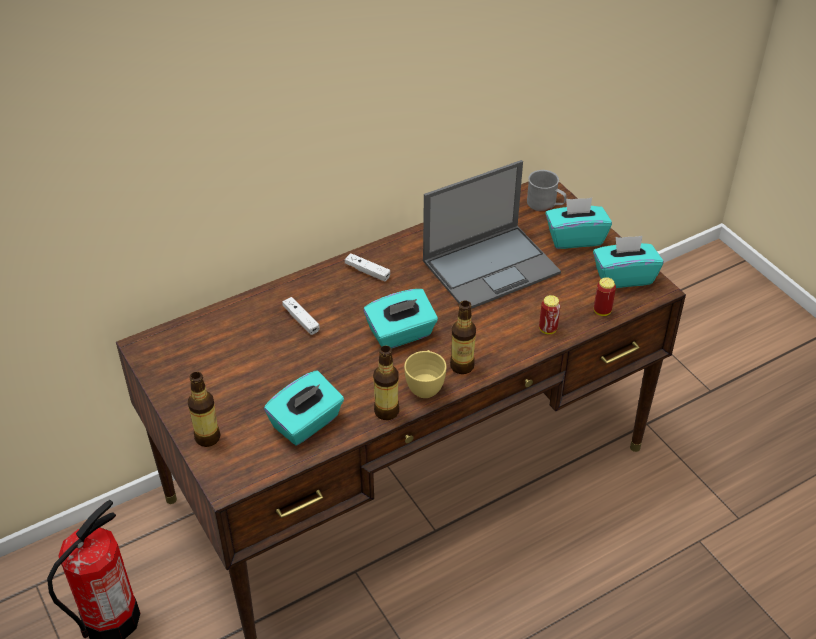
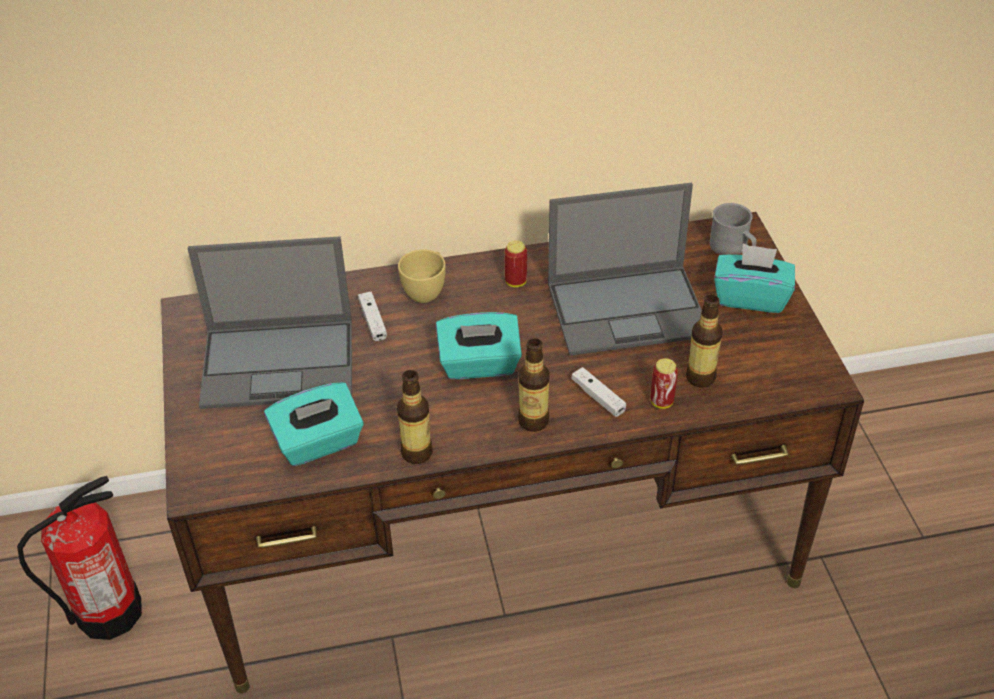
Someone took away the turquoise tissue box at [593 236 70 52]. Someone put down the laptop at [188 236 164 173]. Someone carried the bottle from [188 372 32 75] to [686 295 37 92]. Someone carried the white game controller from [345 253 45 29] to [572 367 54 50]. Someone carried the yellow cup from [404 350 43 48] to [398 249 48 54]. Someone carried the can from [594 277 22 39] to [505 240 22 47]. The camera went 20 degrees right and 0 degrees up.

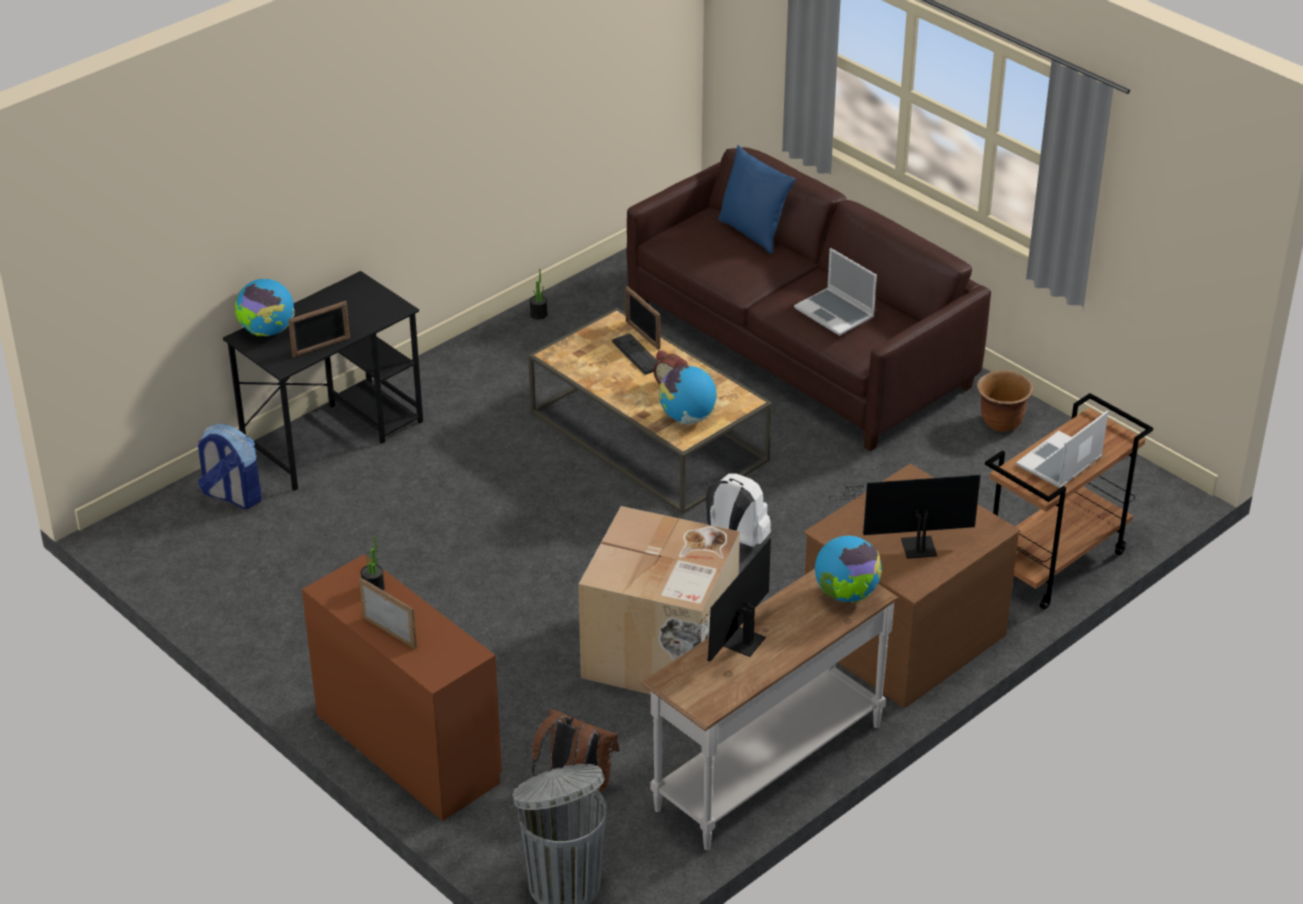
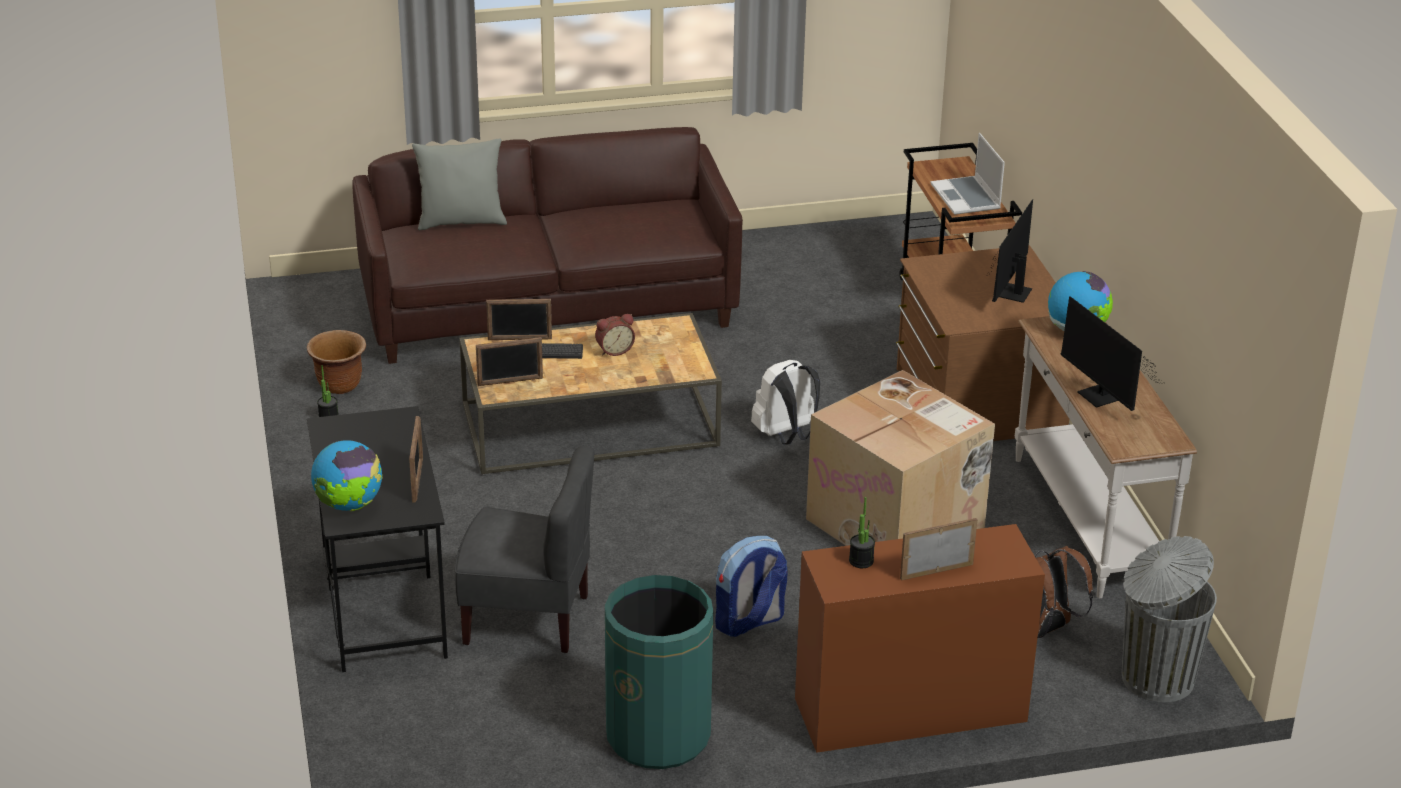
Someone took away the globe at [659 365 58 59]. Someone took away the laptop at [794 248 83 88]. Someone put down the grey chair at [455 446 140 207]. Someone put down the picture frame at [476 337 67 49]. Someone put down the green trash can at [605 575 108 194]. Someone carried the backpack from [198 424 64 85] to [715 536 73 101]. Someone carried the brown planter from [977 370 56 62] to [307 330 59 64]. Someone repainted the blue pillow at [718 145 77 109], which became the grey pillow at [412 139 95 91]. The camera went 60 degrees left and 5 degrees down.

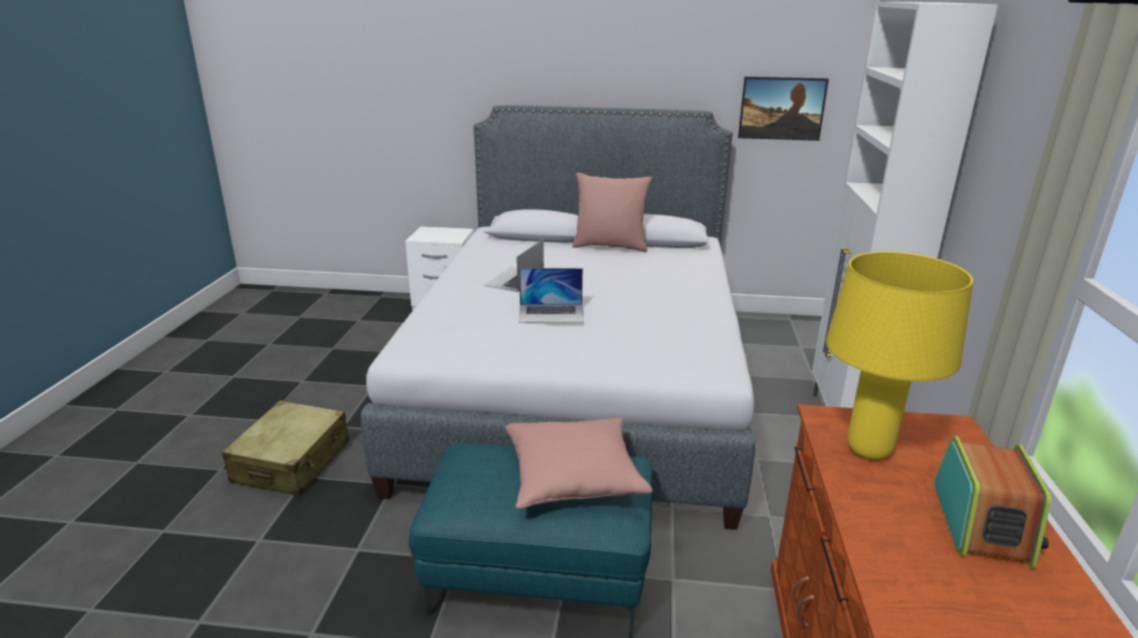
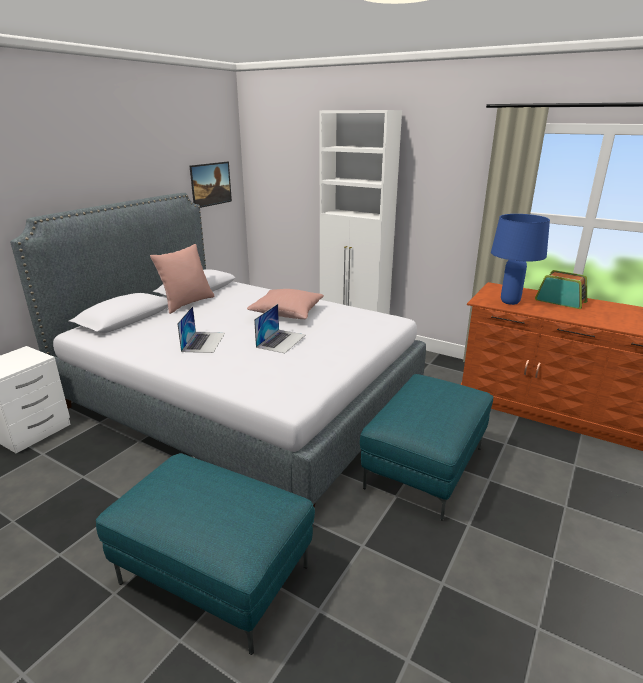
Someone carried the pink pillow from [506 418 147 91] to [247 289 77 30]. Someone swapped the beige suitcase at [222 401 127 95] for the turquoise ottoman at [96 453 219 202]. Someone repainted the yellow table lamp at [826 252 147 208], which became the blue table lamp at [491 214 59 91]. Someone rotated the laptop at [483 240 61 52] by 135 degrees counterclockwise. The camera went 65 degrees left and 0 degrees up.

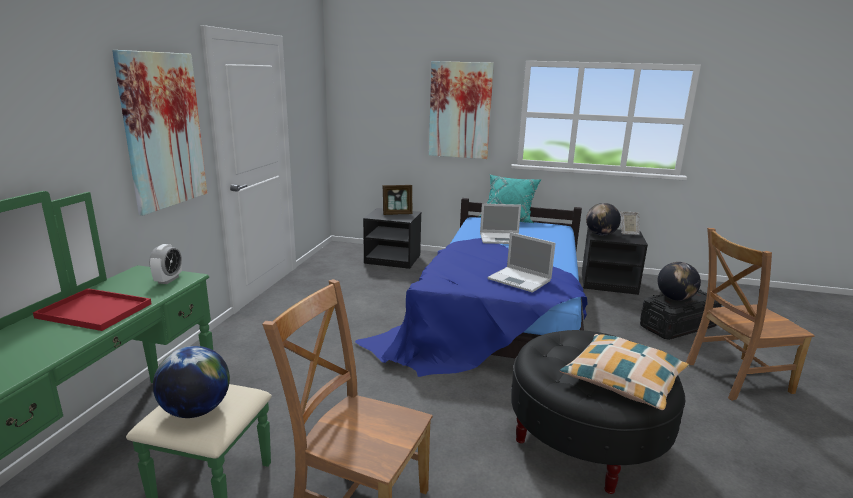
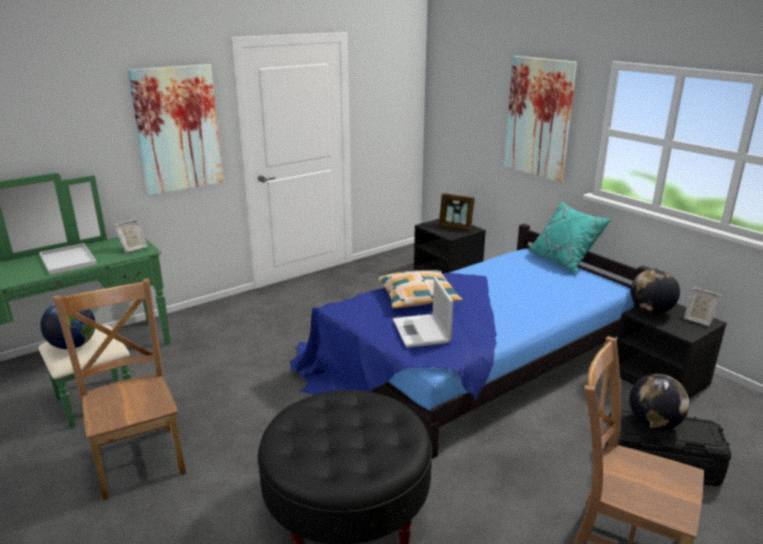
Someone took away the laptop at [480 203 41 41]. Someone carried the pillow from [560 334 129 76] to [376 270 87 38]. Someone swapped the alarm clock at [149 244 33 40] for the picture frame at [114 219 34 34]. Someone repainted the red tray at [33 288 119 43], which became the white tray at [39 243 58 31]. The camera went 40 degrees right and 5 degrees up.

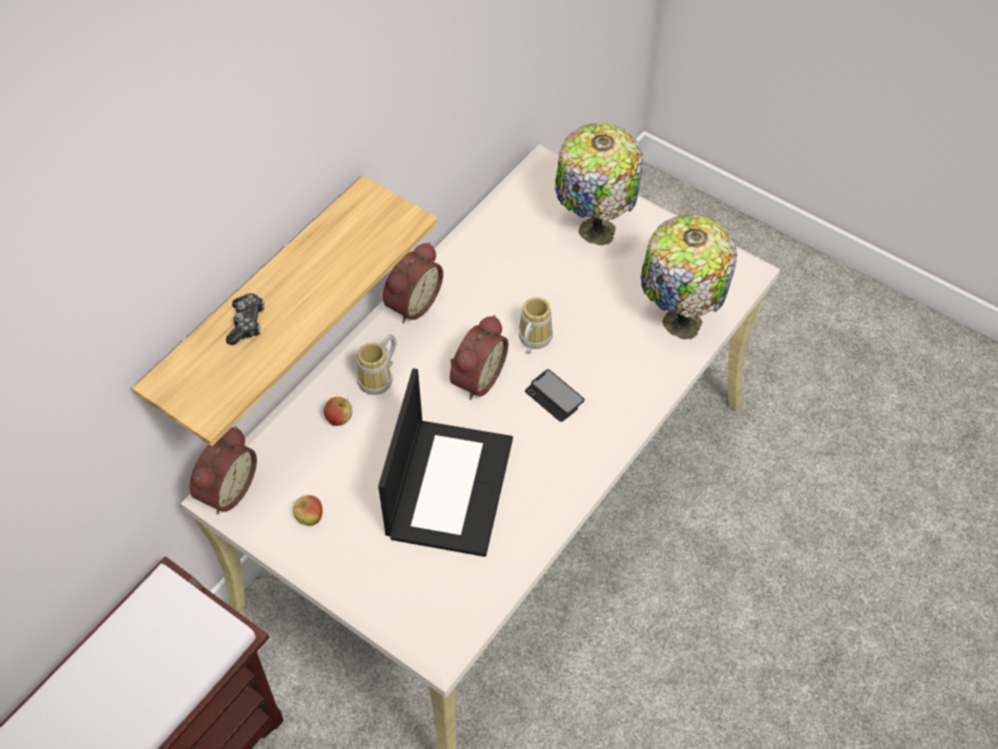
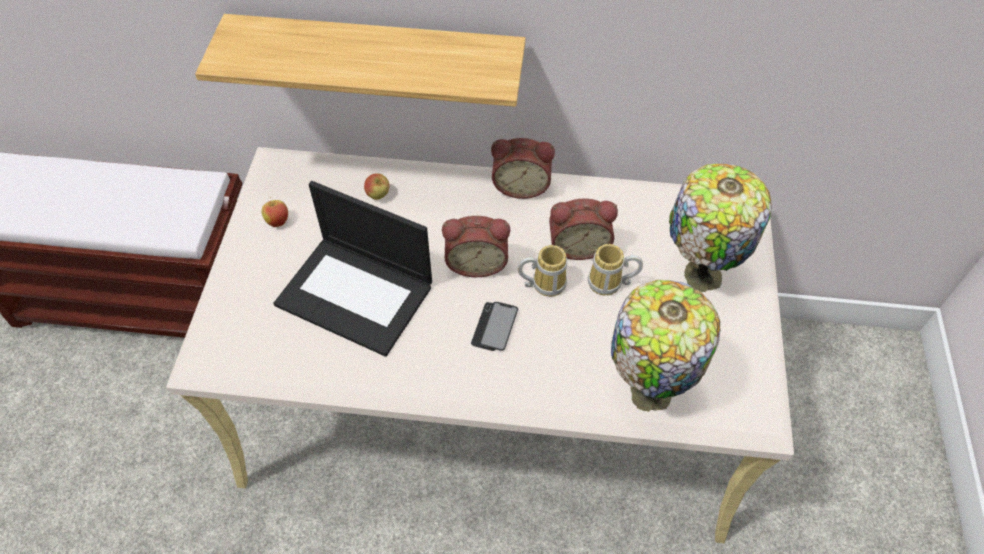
Someone took away the game controller at [226 293 38 52]. Someone carried the alarm clock from [189 426 68 89] to [549 199 69 61]. Someone carried the mug from [357 334 40 61] to [588 244 55 52]. Someone rotated the laptop at [378 368 135 189] by 45 degrees clockwise. The camera went 60 degrees right and 0 degrees up.

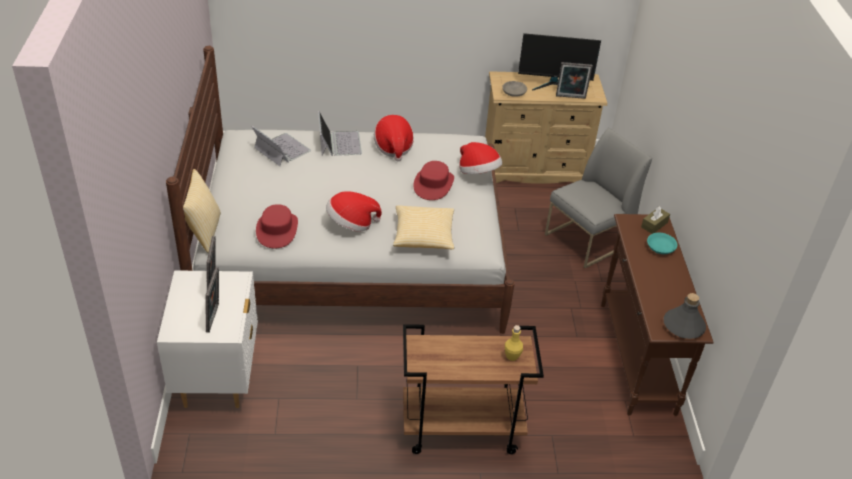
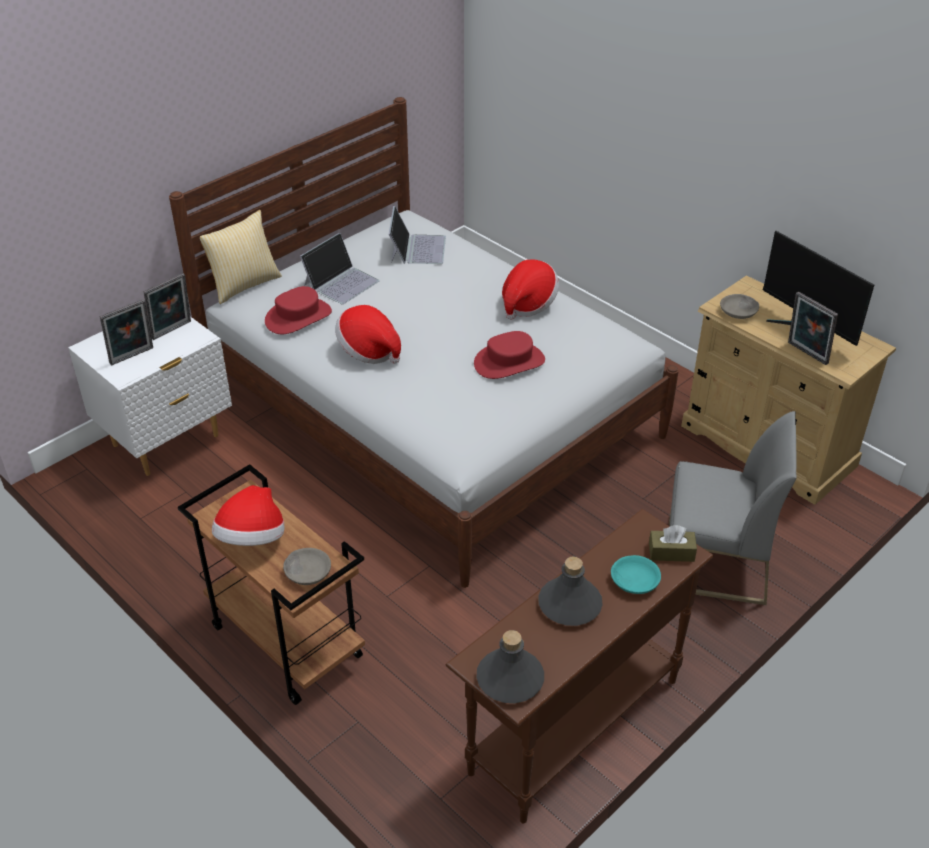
Someone took away the pillow at [393 206 61 43]. Someone put down the grey bottle at [538 557 65 69]. Someone carried the laptop from [318 111 44 45] to [300 233 80 71]. Someone carried the hat from [459 142 43 32] to [212 485 72 61]. Someone swapped the yellow bottle at [505 325 18 36] for the grey bowl at [283 548 48 37]. The camera went 50 degrees right and 0 degrees up.

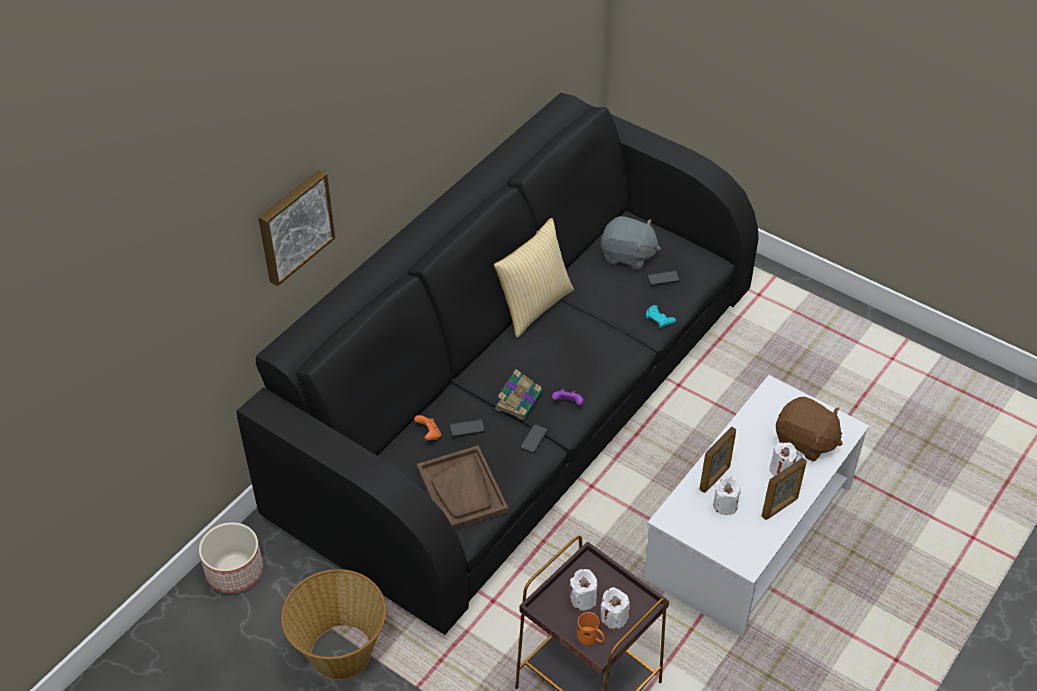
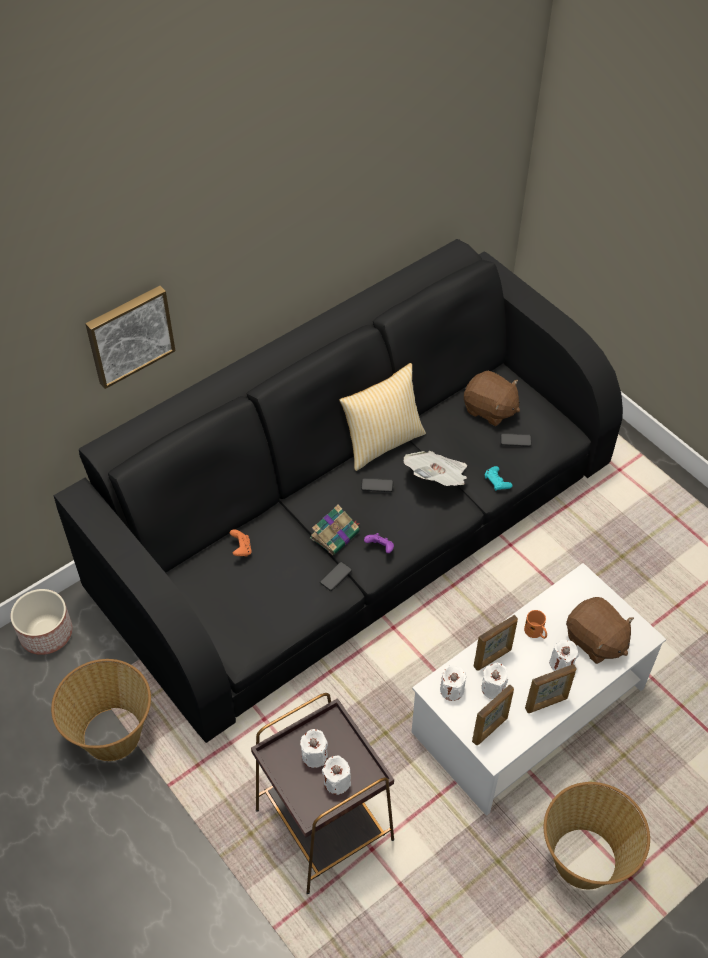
Someone took away the brown tray at [417 445 91 85]. Someone put down the newspaper at [404 451 63 35]. Someone put down the white candle at [440 665 26 36]. Someone put down the picture frame at [472 685 42 60]. Someone put down the basket at [544 782 106 107]. Someone carried the phone from [449 419 36 18] to [361 478 32 14]. Someone carried the orange mug from [577 612 28 33] to [524 610 23 29]. Someone repainted the grey plush toy at [601 216 60 54], which became the brown plush toy at [464 371 56 55]. The camera went 15 degrees right and 5 degrees up.

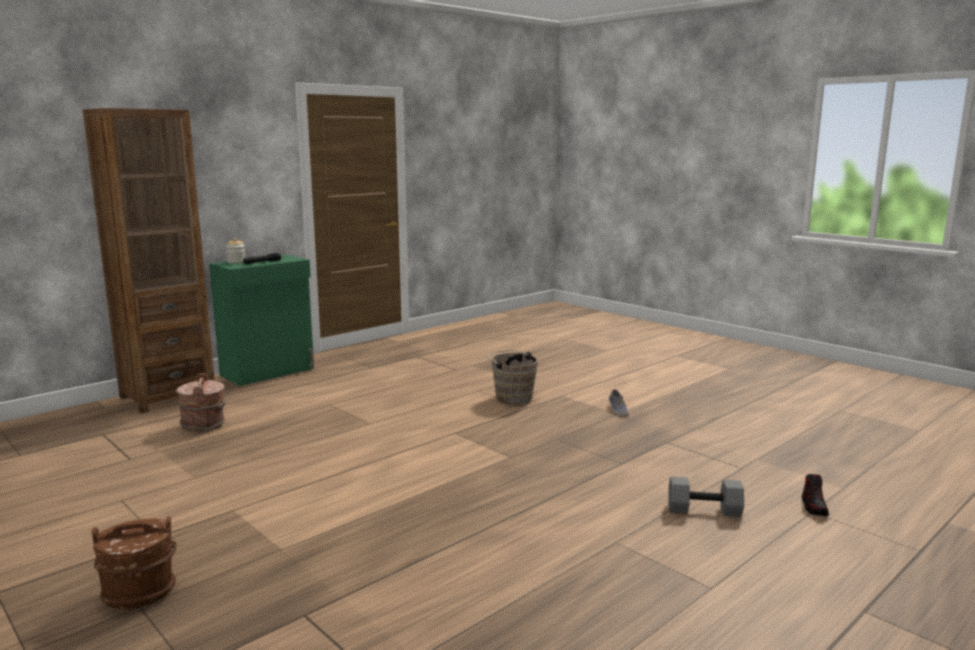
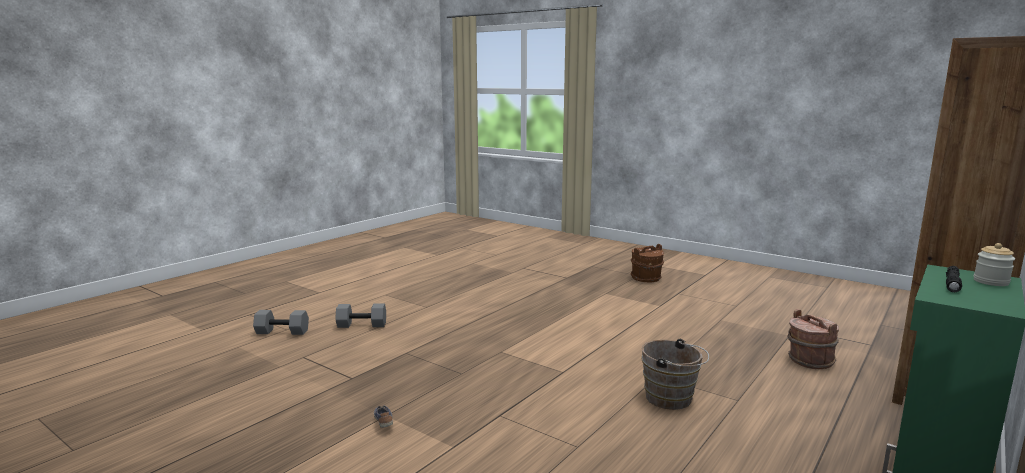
Someone carried the brown bucket from [487 350 51 55] to [642 339 67 71]. Someone swapped the shoe at [802 474 27 42] for the grey dumbbell at [253 310 56 25]. The camera went 170 degrees right and 0 degrees up.

